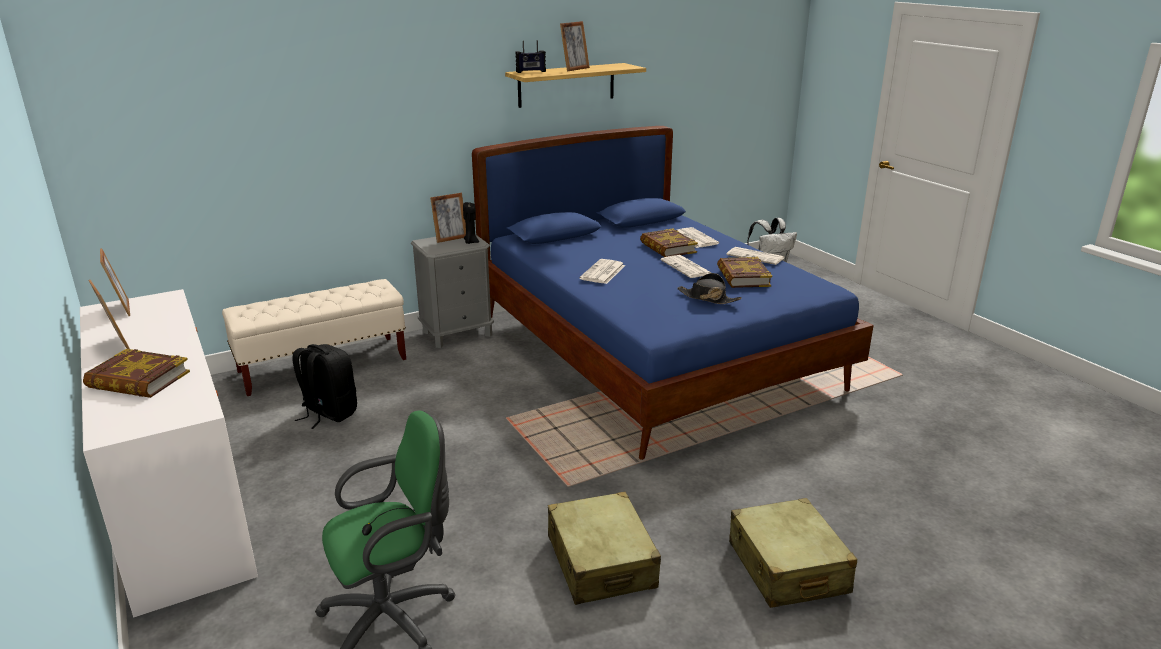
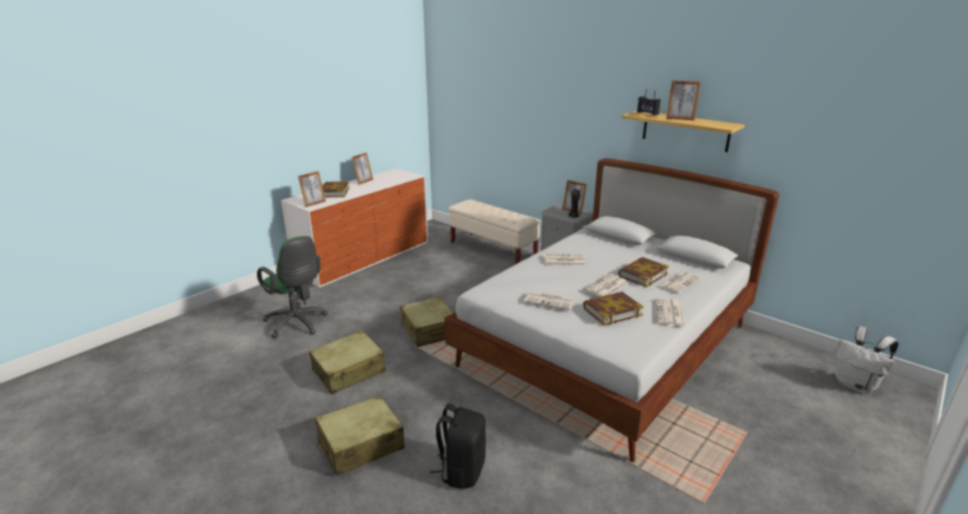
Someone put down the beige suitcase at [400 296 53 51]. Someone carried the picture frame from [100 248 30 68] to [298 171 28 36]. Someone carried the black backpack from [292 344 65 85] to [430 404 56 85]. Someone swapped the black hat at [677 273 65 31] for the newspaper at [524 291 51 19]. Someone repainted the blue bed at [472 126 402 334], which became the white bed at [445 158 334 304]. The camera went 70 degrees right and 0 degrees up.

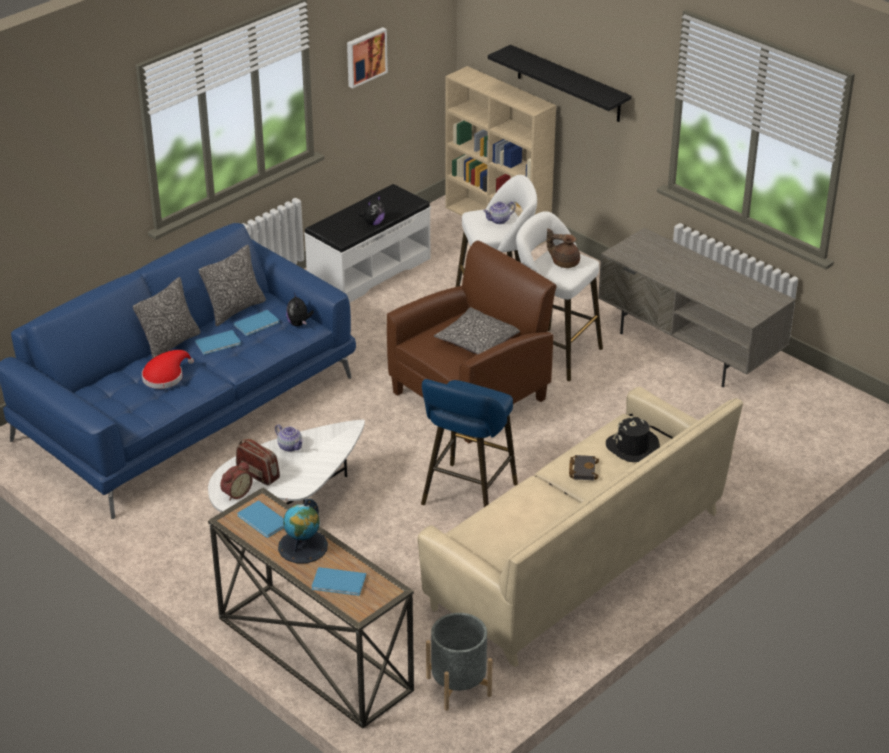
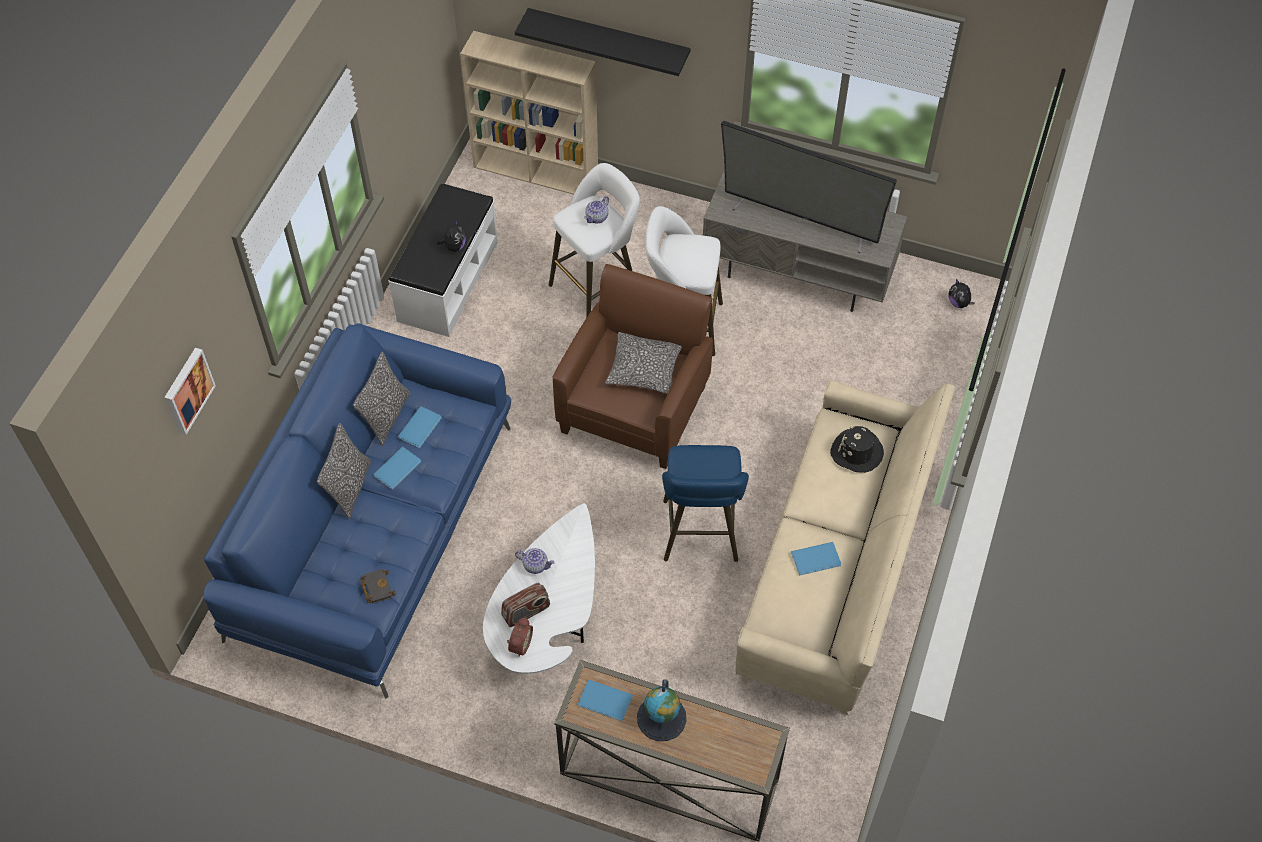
Someone took away the red hat at [142 350 52 39]. Someone took away the grey planter at [426 613 66 98]. Someone took away the brown teapot at [547 228 33 40]. Someone put down the television at [721 120 176 133]. Someone carried the plush toy from [286 292 28 34] to [948 279 26 29]. Someone carried the blue book from [311 567 55 29] to [791 542 50 33]. Someone carried the picture from [347 27 41 61] to [164 348 52 87]. Someone carried the black book from [569 455 30 25] to [360 568 36 36]. Someone rotated the radio at [236 438 44 48] by 135 degrees clockwise. The camera went 25 degrees left and 20 degrees up.

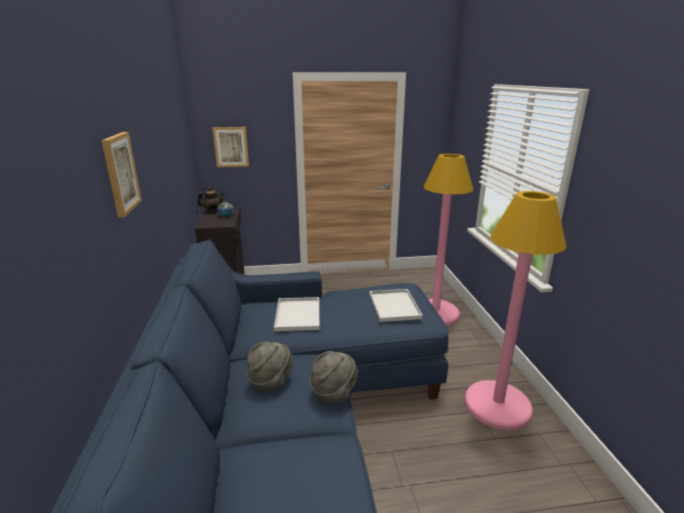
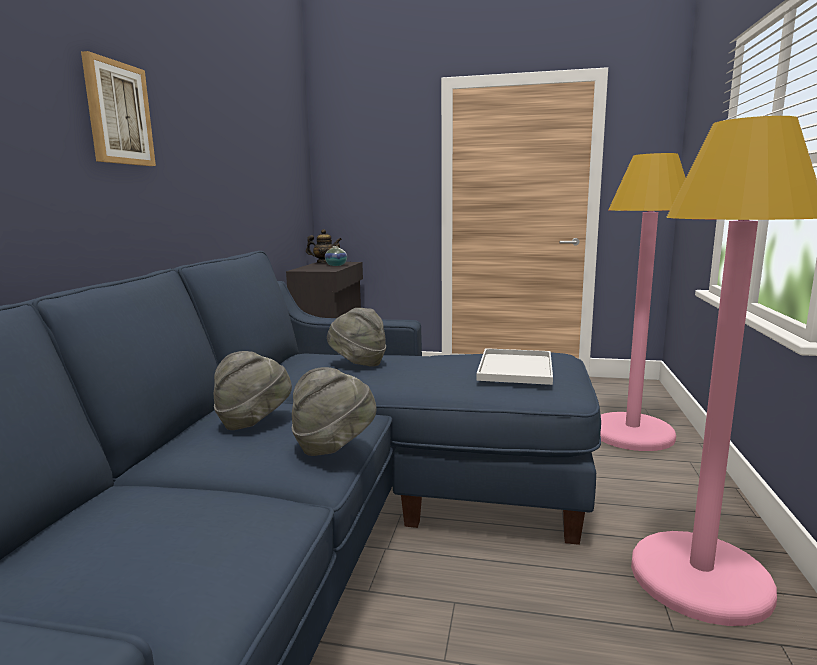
Someone took away the picture at [212 127 37 40]. Someone swapped the white tray at [274 297 46 34] for the grey hat at [327 308 59 59]. The camera went 20 degrees right and 10 degrees down.

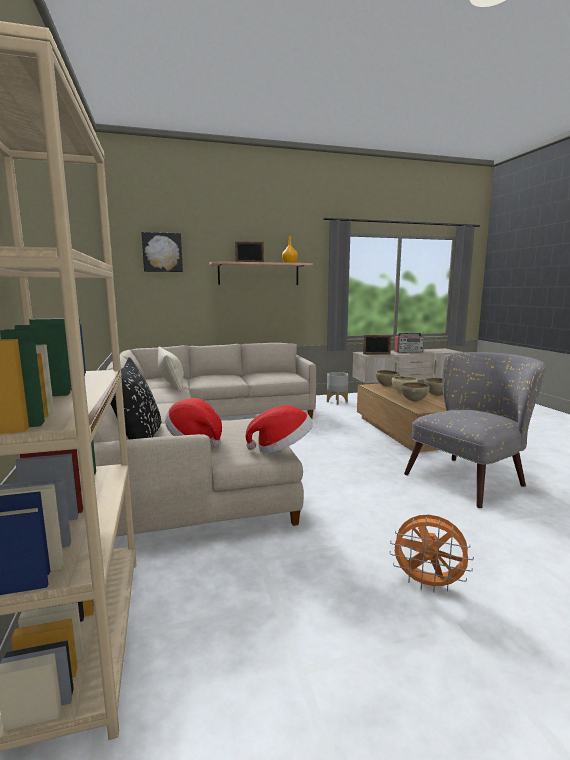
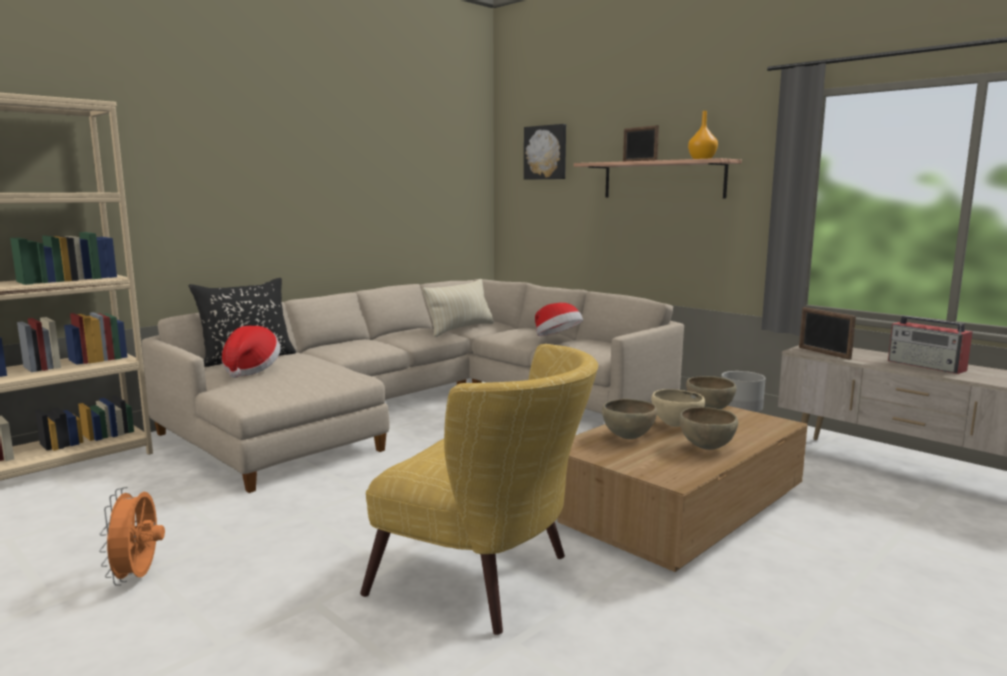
Someone carried the hat from [246 406 67 47] to [535 303 48 33]. Someone repainted the grey armchair at [404 352 142 157], which became the yellow armchair at [360 344 238 291]. The camera went 60 degrees right and 0 degrees up.

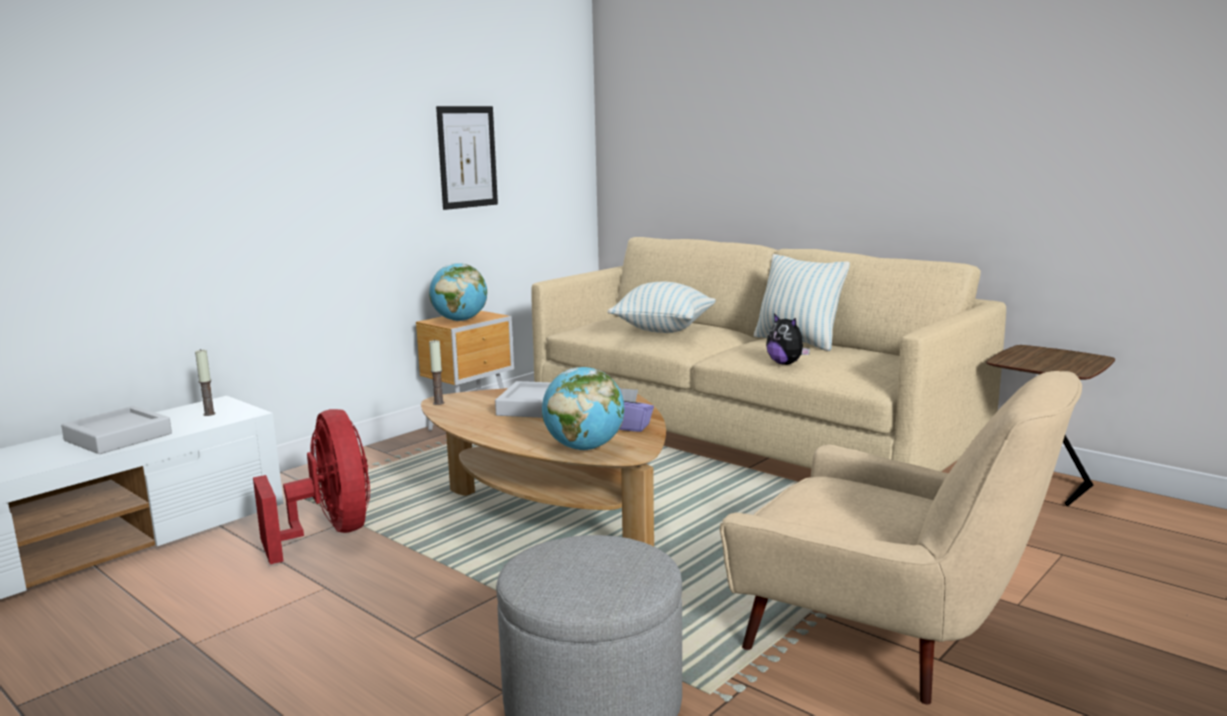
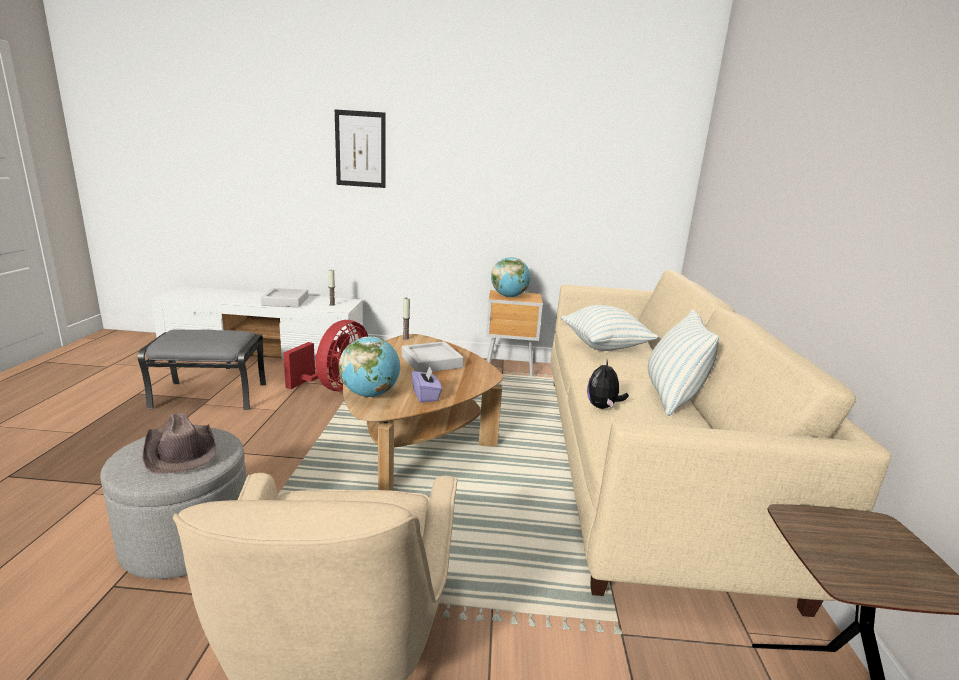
Someone put down the grey ottoman at [137 329 129 81]. Someone put down the brown hat at [142 413 74 61]. Someone carried the picture from [436 106 62 104] to [335 109 51 79]. The camera went 50 degrees right and 5 degrees up.

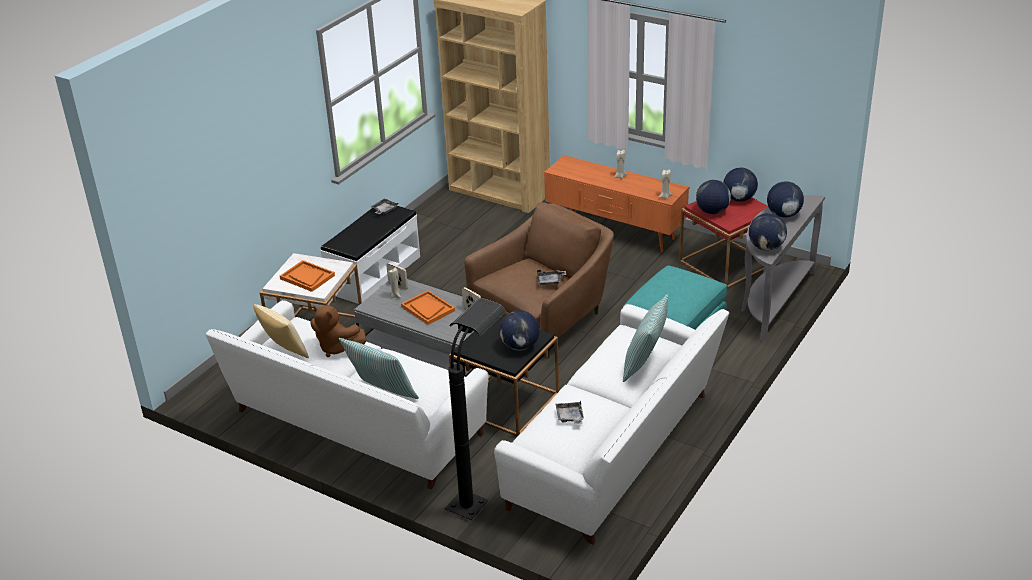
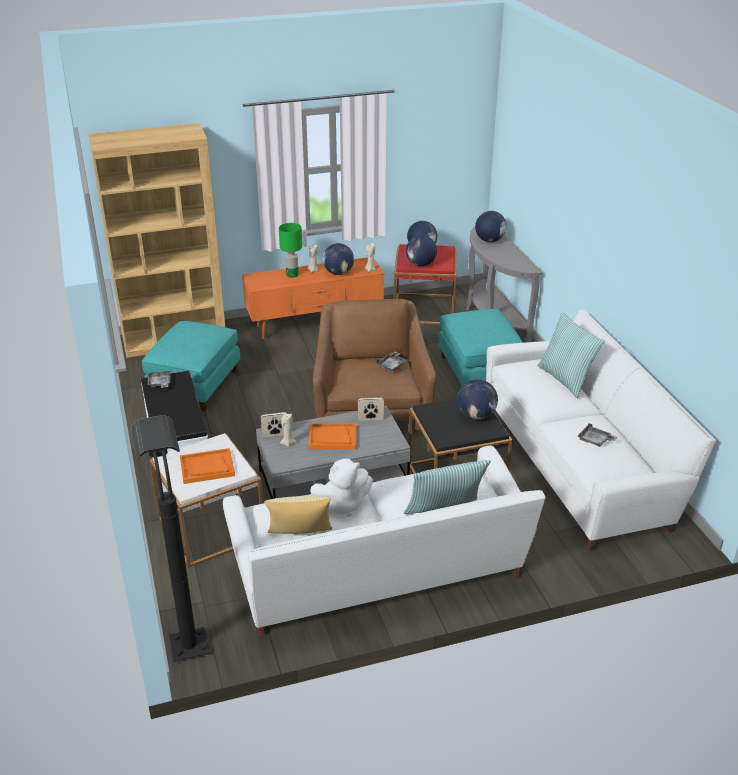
Someone put down the turquoise ottoman at [142 321 98 91]. Someone put down the green table lamp at [279 223 23 55]. Someone carried the black floor lamp from [444 298 62 222] to [132 415 78 247]. Someone carried the globe from [749 213 38 38] to [323 243 31 32]. Someone repainted the brown plush toy at [310 305 57 52], which became the white plush toy at [310 459 63 58]. The camera went 50 degrees left and 0 degrees up.

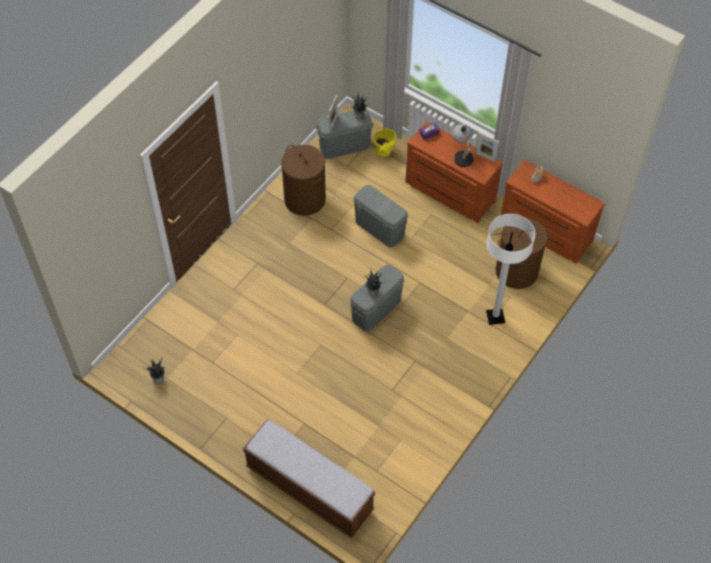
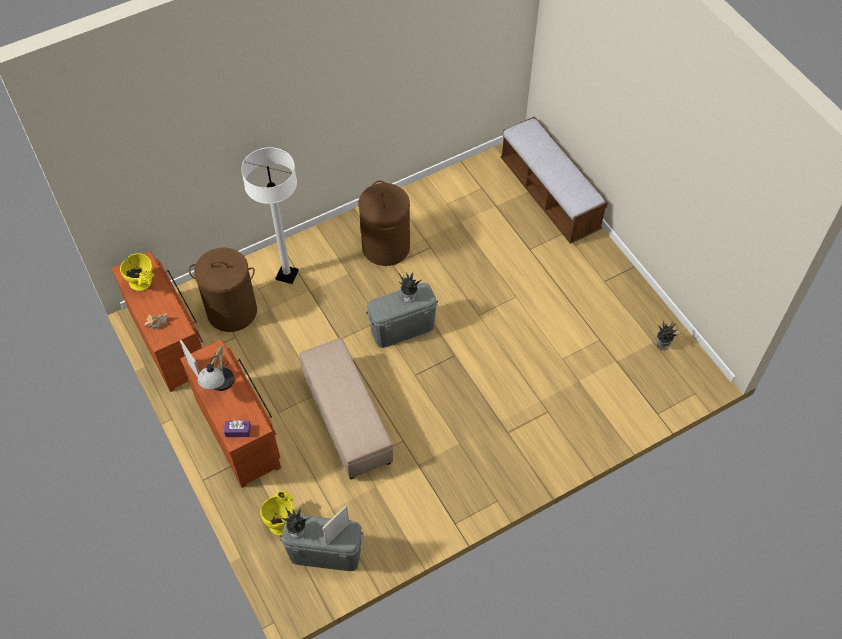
Someone put down the yellow vase at [120 253 34 38]. Someone carried the brown laundry basket from [281 145 45 71] to [358 180 52 86]. Someone swapped the grey storage box at [353 185 55 63] for the beige ottoman at [300 338 93 142]. The camera went 155 degrees left and 0 degrees up.

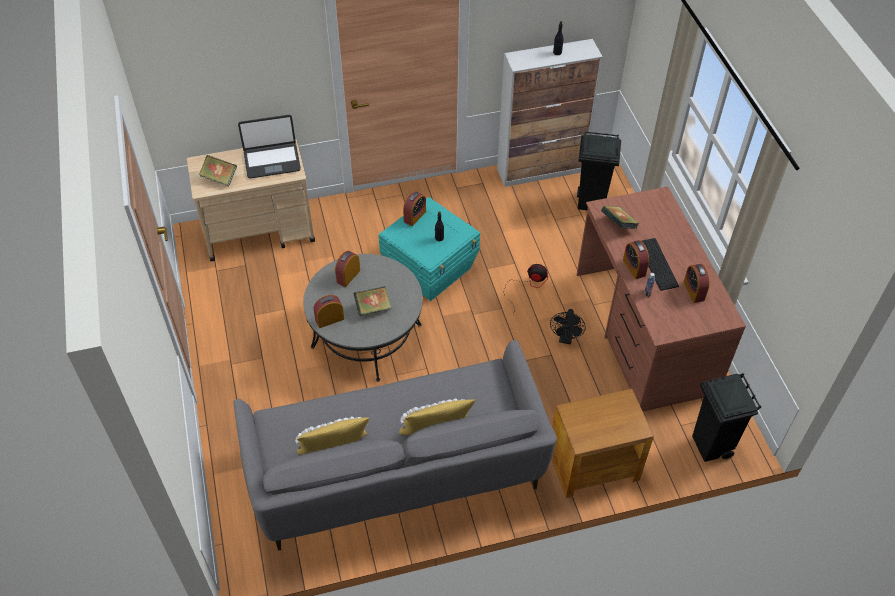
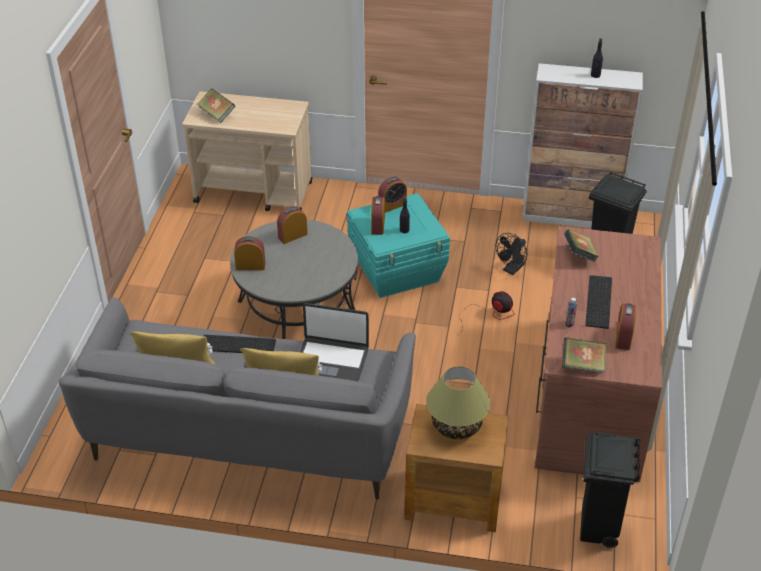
Someone put down the keyboard at [204 335 72 18]. Someone put down the table lamp at [426 366 65 73]. Someone carried the laptop from [238 115 63 64] to [300 303 69 79]. Someone carried the book from [354 286 37 30] to [562 337 44 36]. Someone carried the black fan from [550 309 36 36] to [496 233 31 42]. Someone carried the alarm clock from [623 240 26 39] to [371 196 14 39]. The camera went 25 degrees right and 10 degrees down.

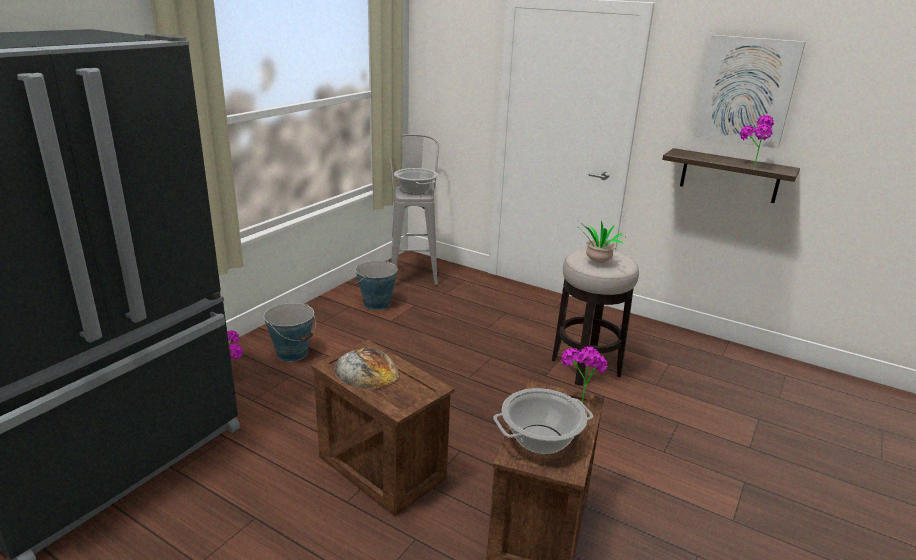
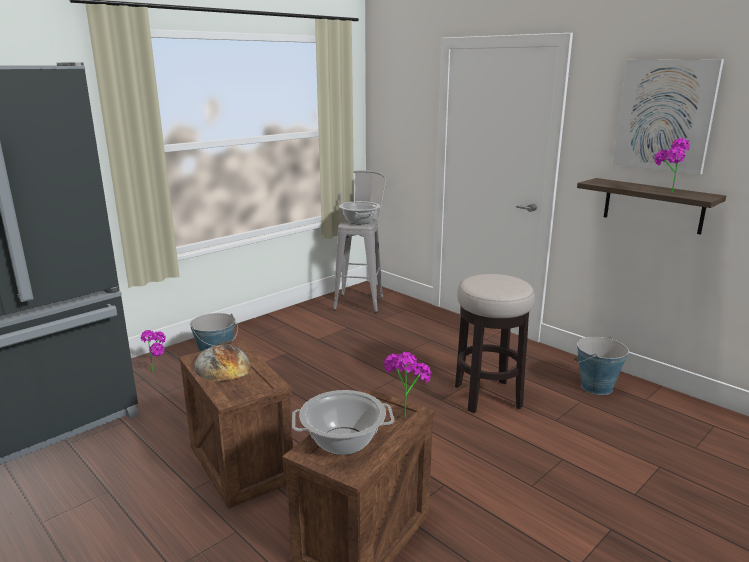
Someone took away the potted plant at [579 221 47 42]. Someone carried the bucket from [355 260 43 50] to [574 337 55 58]. The camera went 15 degrees right and 5 degrees down.

